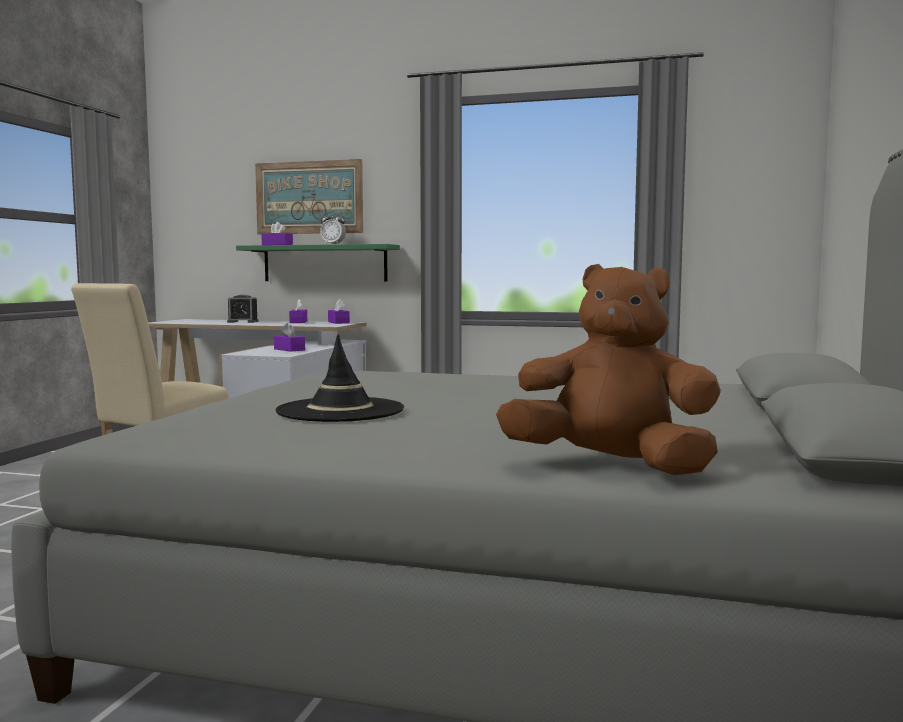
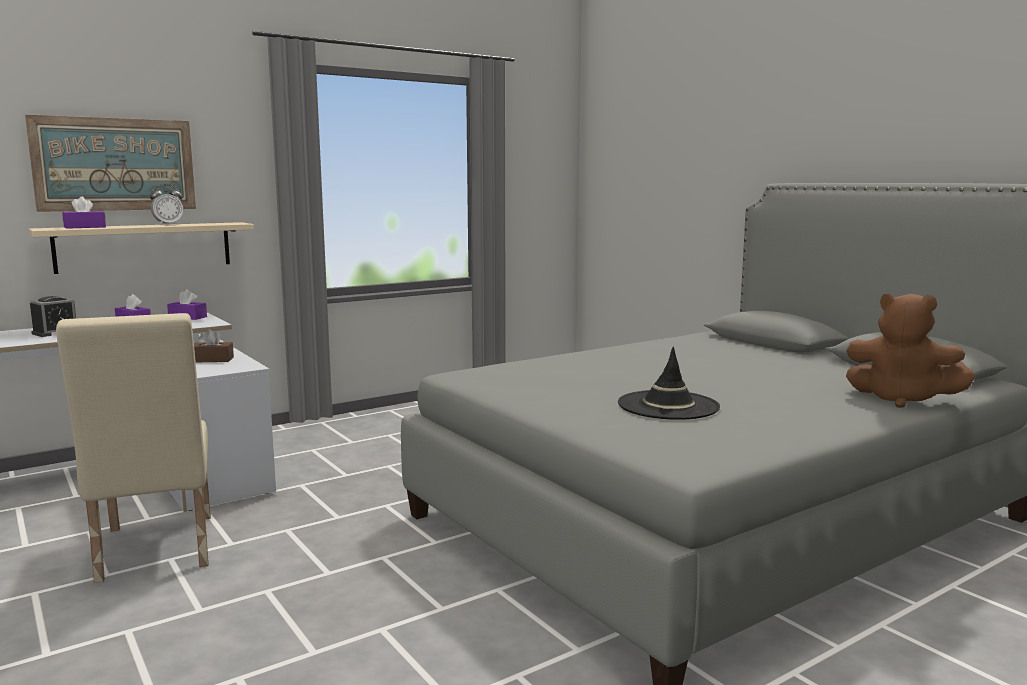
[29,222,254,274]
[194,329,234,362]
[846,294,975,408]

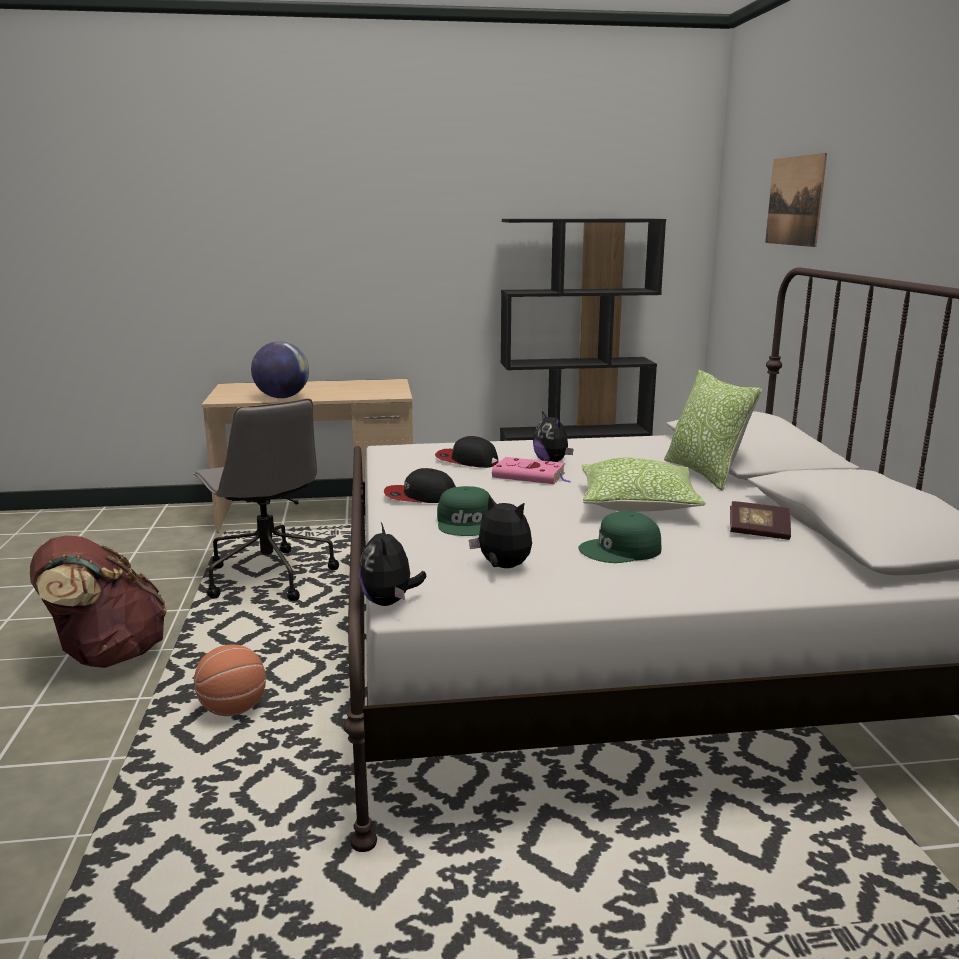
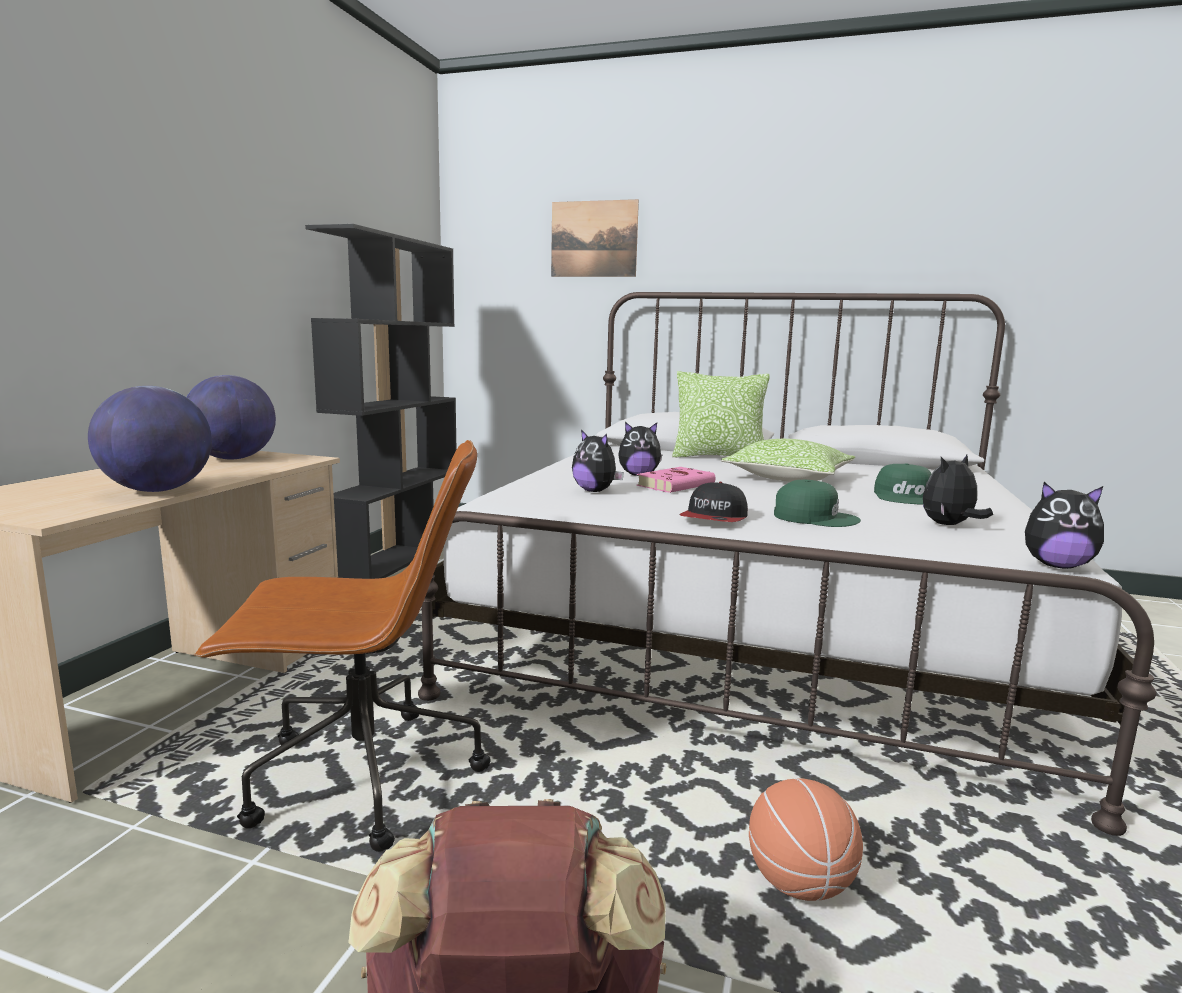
[187,375,276,460]
[194,440,490,852]
[572,430,624,492]
[730,501,791,540] (first image)

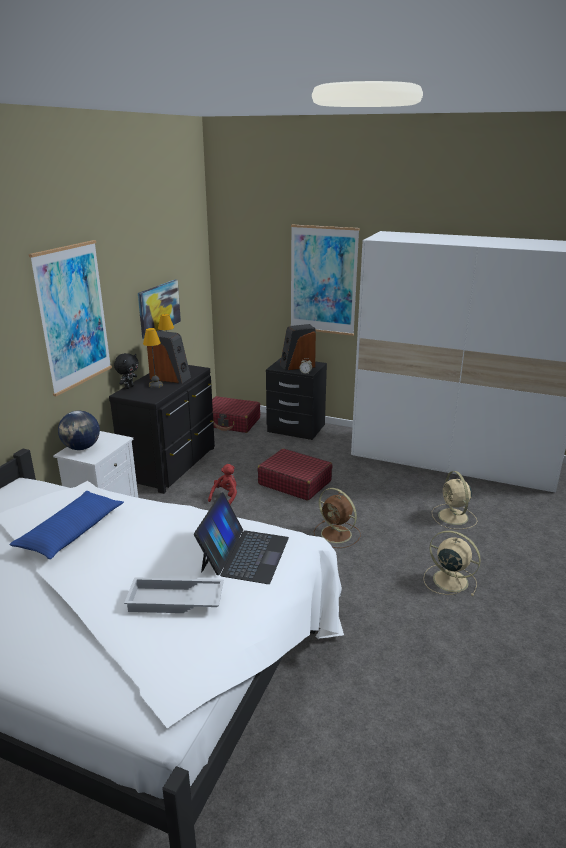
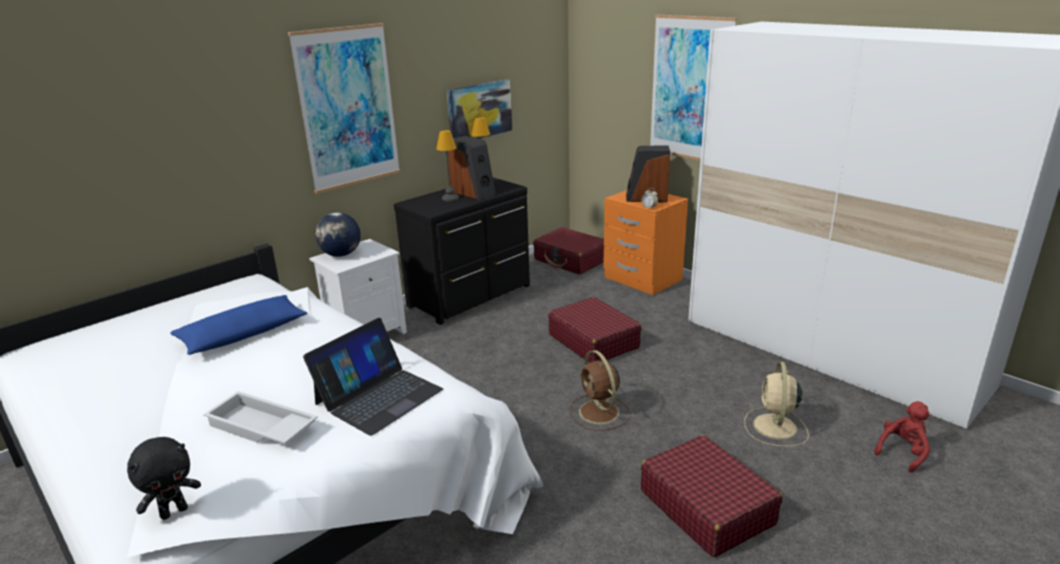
[127,437,201,520]
[603,190,688,295]
[641,435,783,557]
[874,401,930,473]

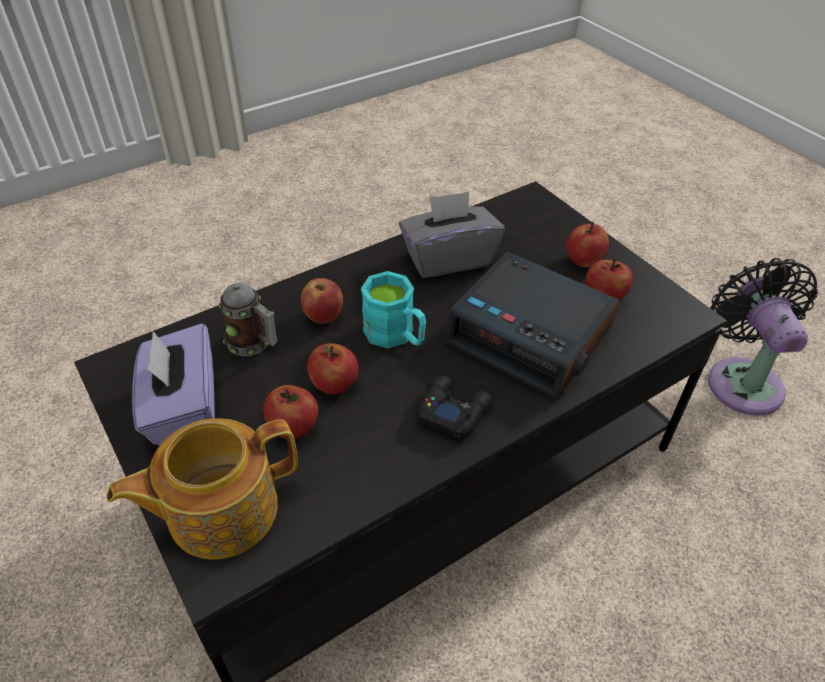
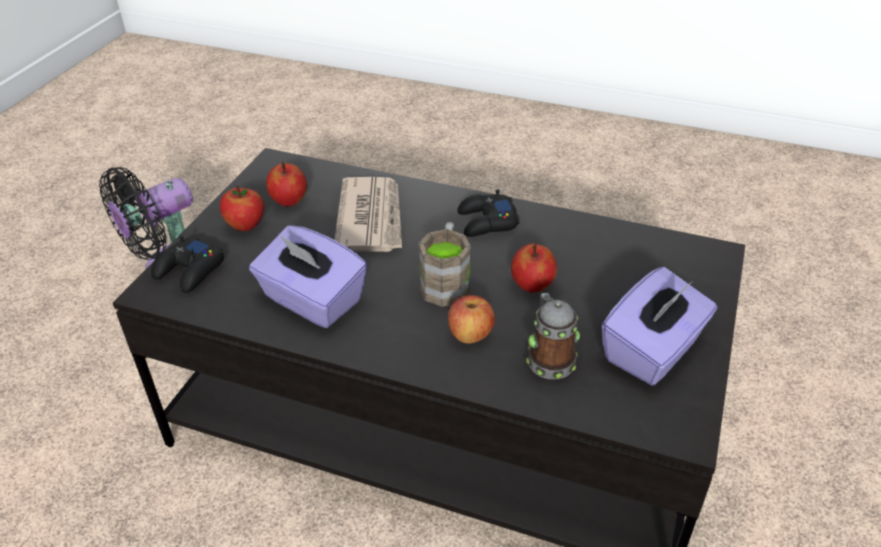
[151,236,224,293]
[249,225,367,328]
[335,177,402,252]
[418,222,471,307]
[107,418,298,560] (first image)
[263,385,319,439] (first image)

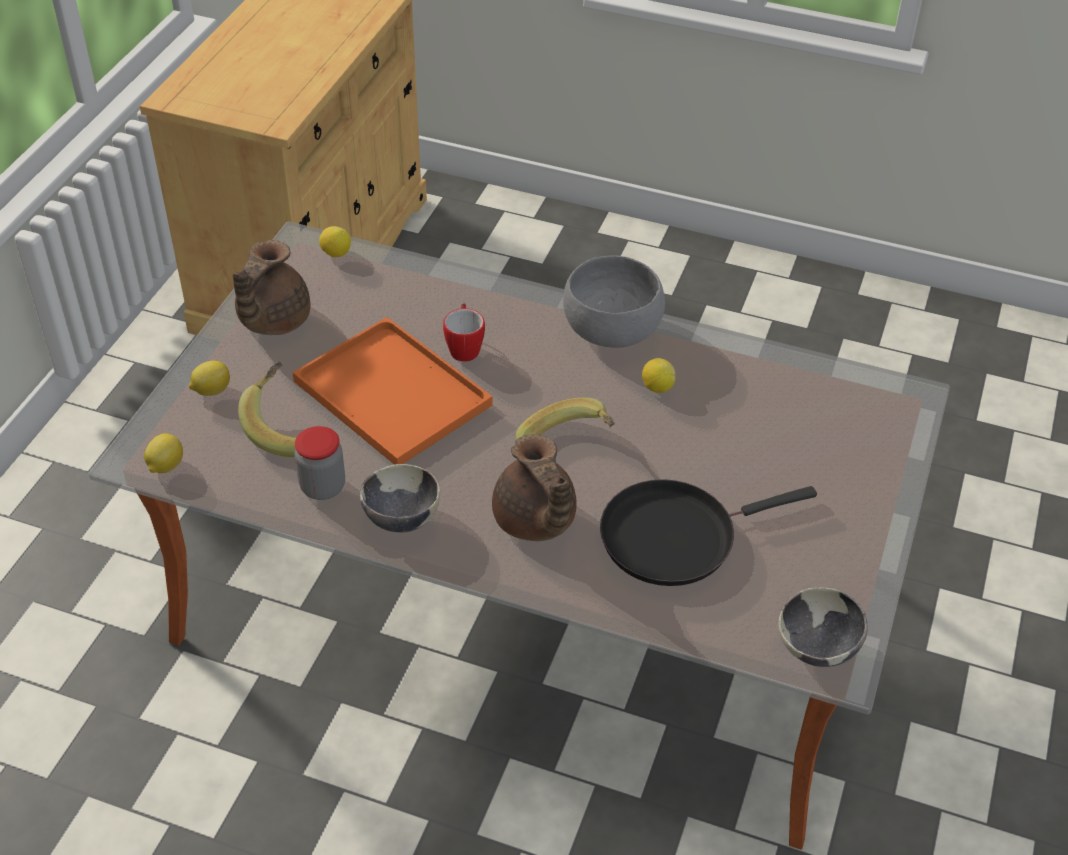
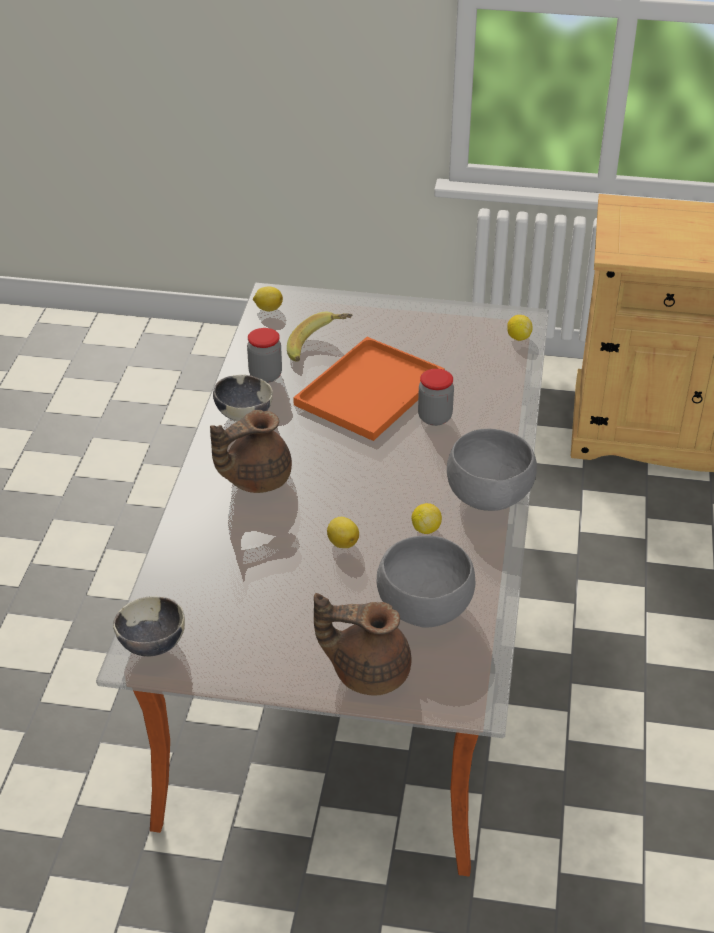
[314,593,411,696]
[327,517,359,548]
[377,535,475,628]
[418,369,454,426]
[516,397,615,439] (first image)
[600,479,817,586] (first image)

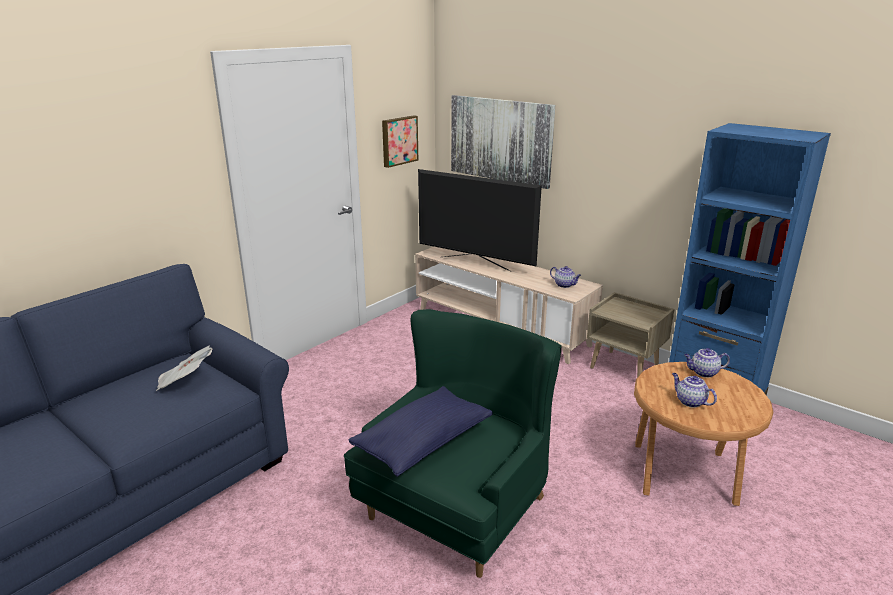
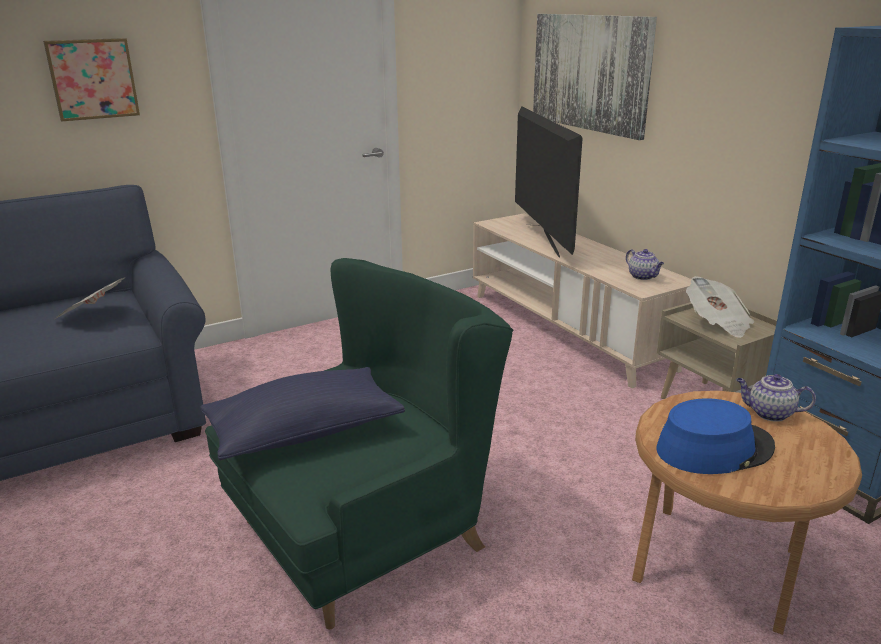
[43,38,140,122]
[515,107,583,258]
[656,398,775,474]
[686,276,755,338]

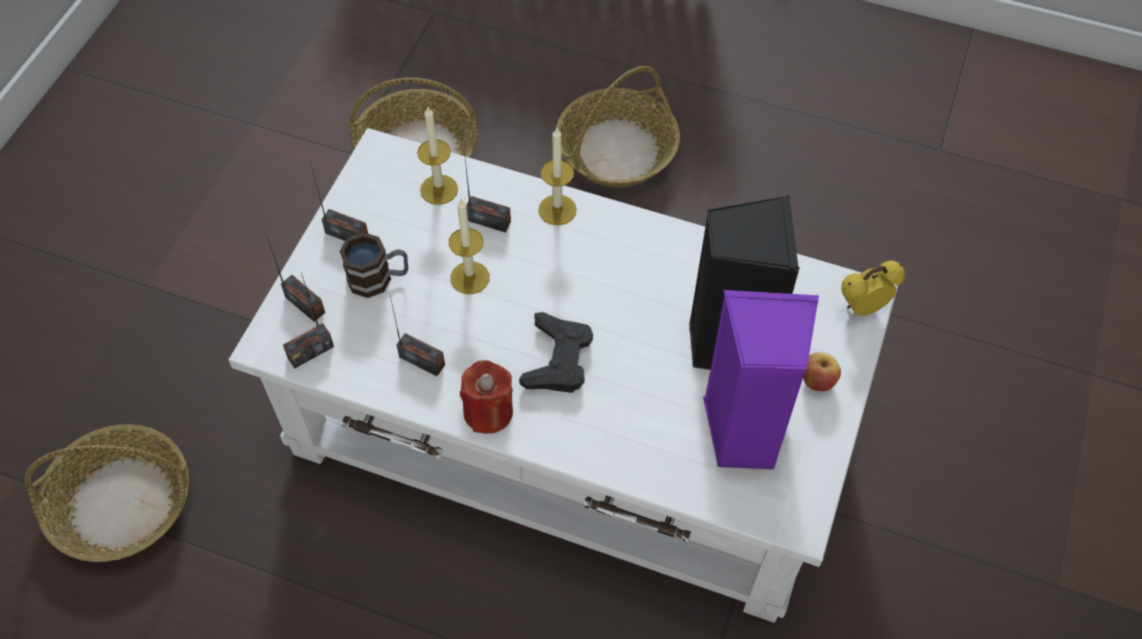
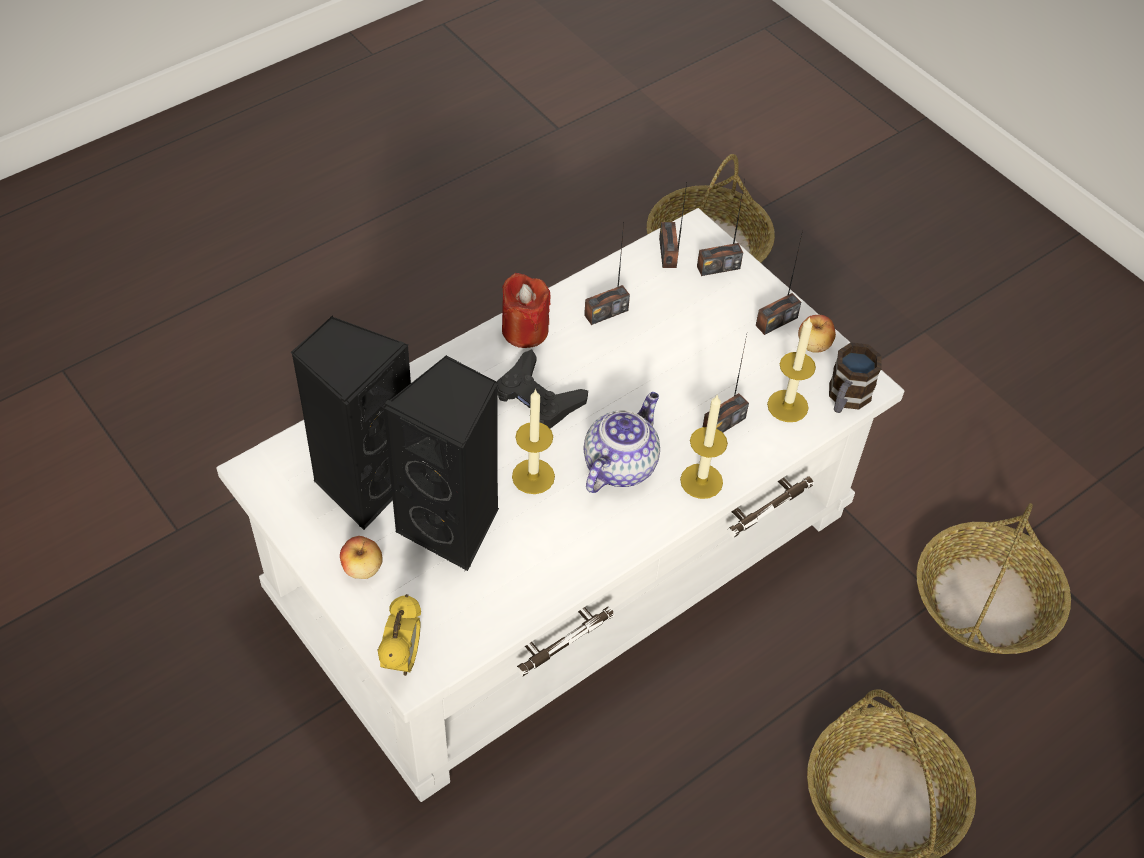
[290,315,411,530]
[512,389,555,494]
[583,392,660,493]
[798,315,836,353]
[829,342,881,413]

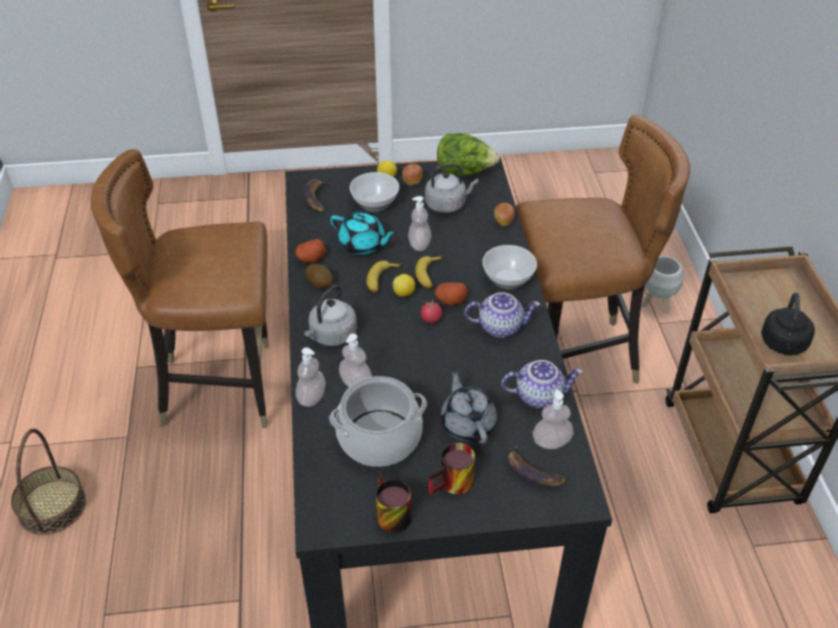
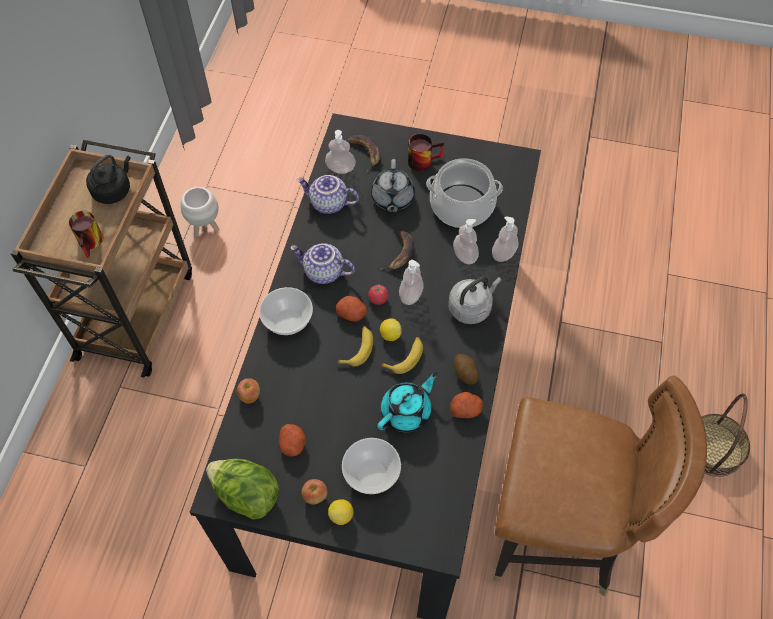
[69,211,103,258]
[180,187,220,237]
[279,424,306,457]
[377,372,438,432]
[380,231,414,270]
[399,260,424,305]
[516,114,690,384] (first image)

